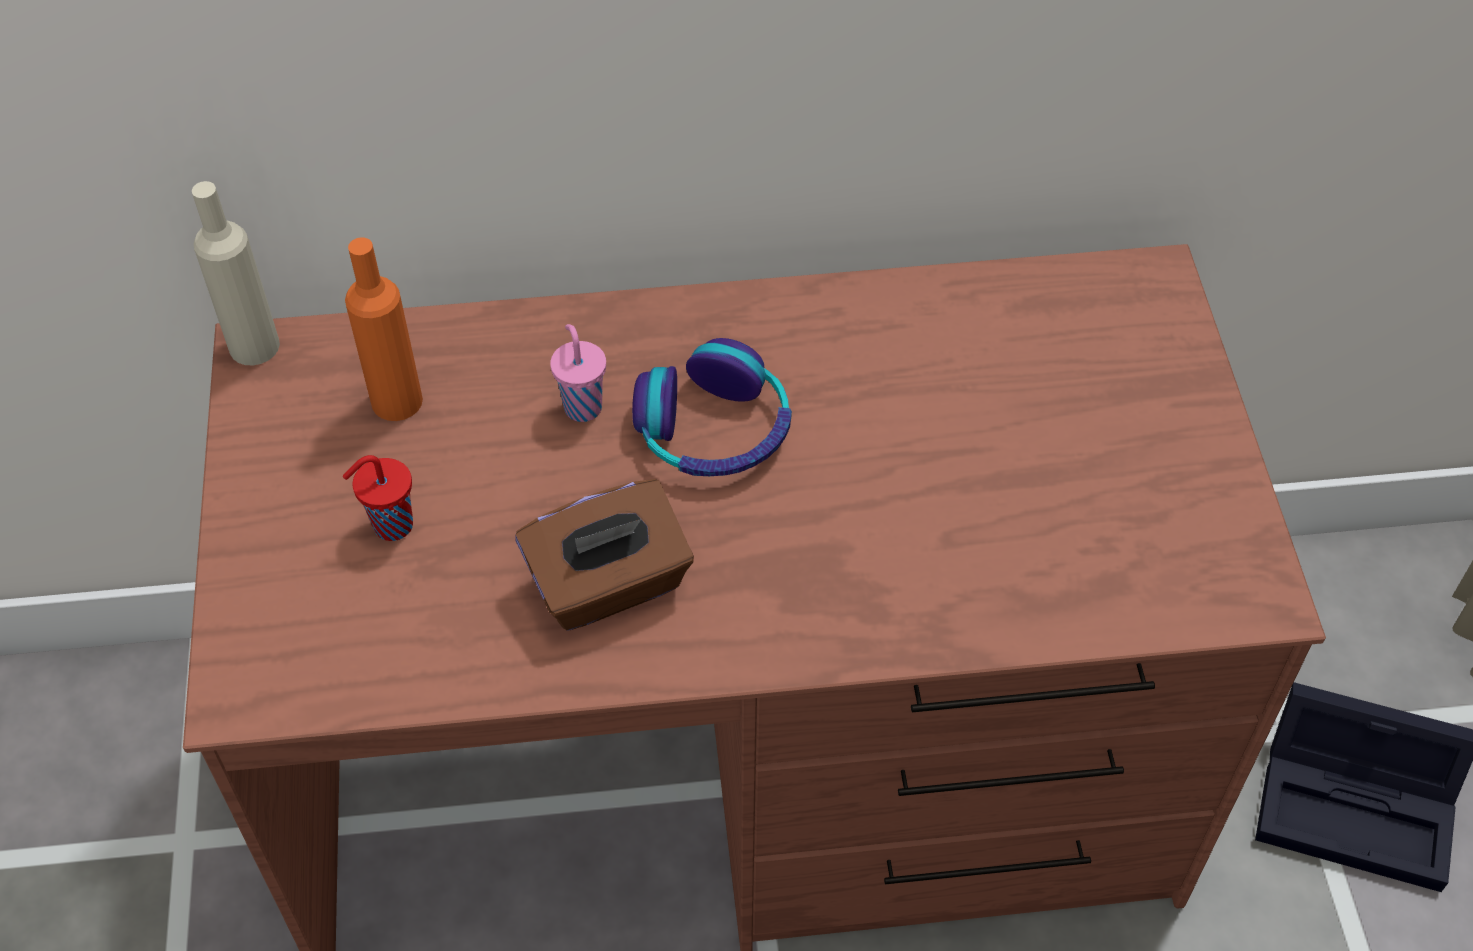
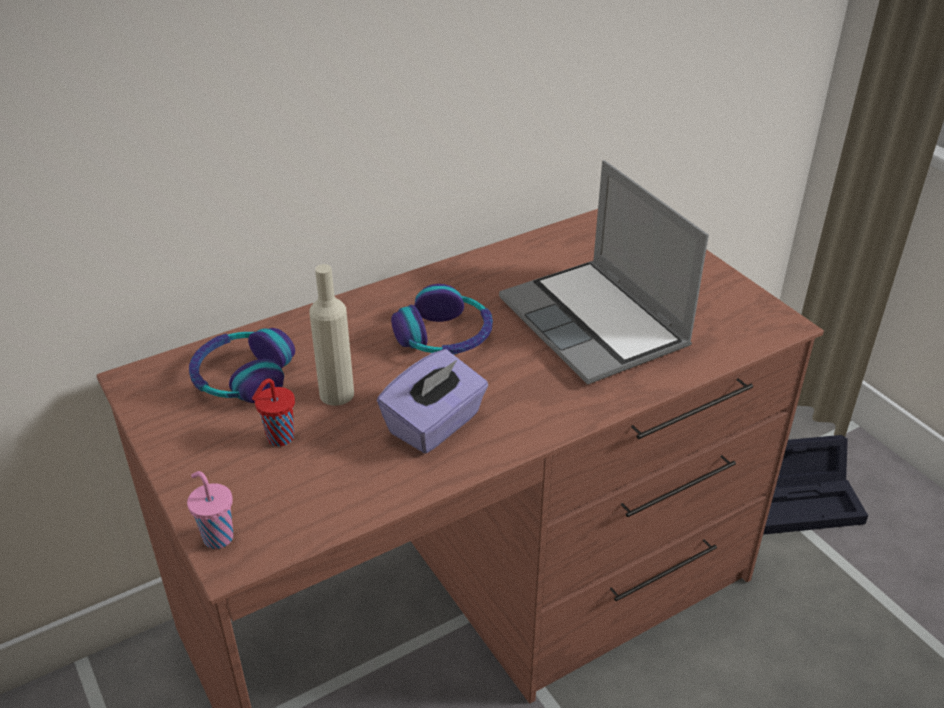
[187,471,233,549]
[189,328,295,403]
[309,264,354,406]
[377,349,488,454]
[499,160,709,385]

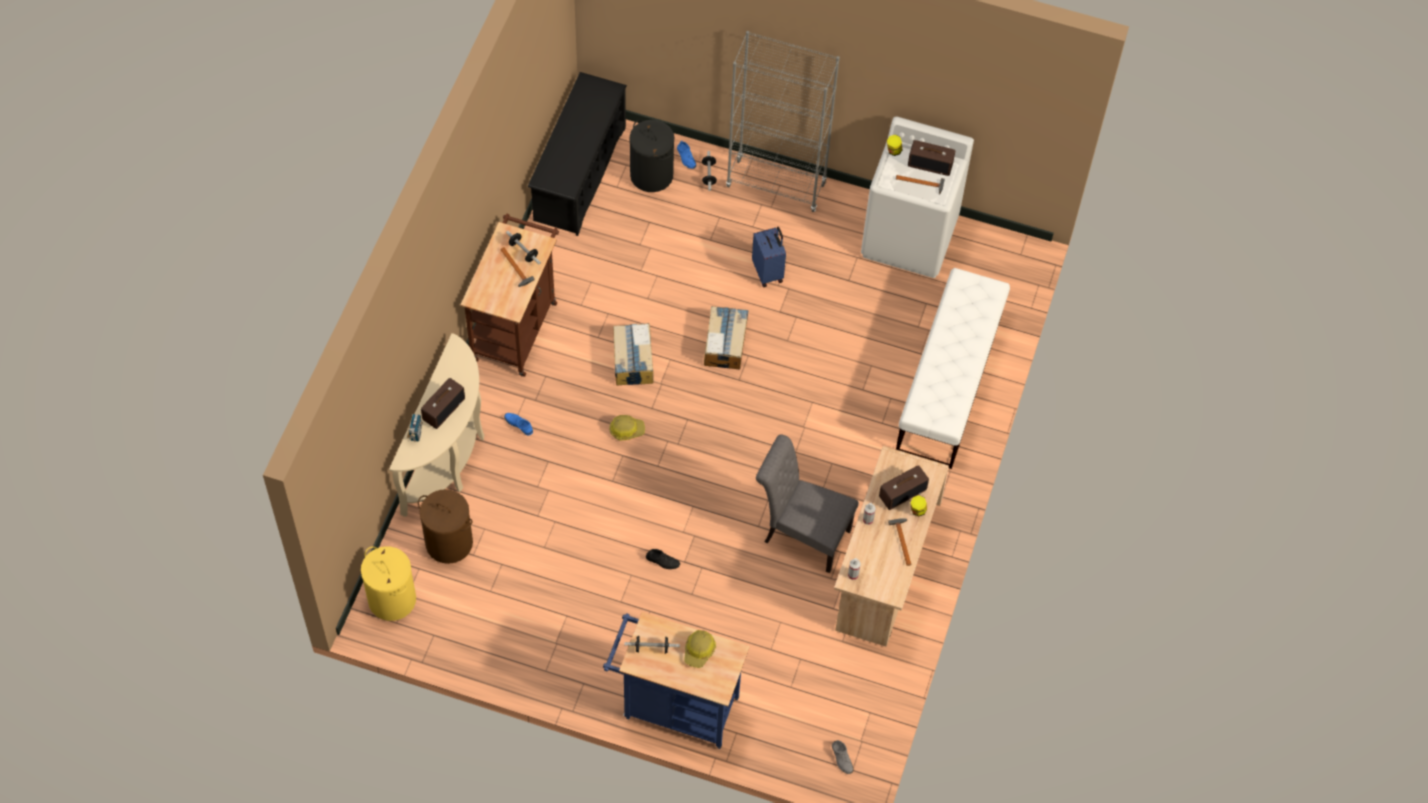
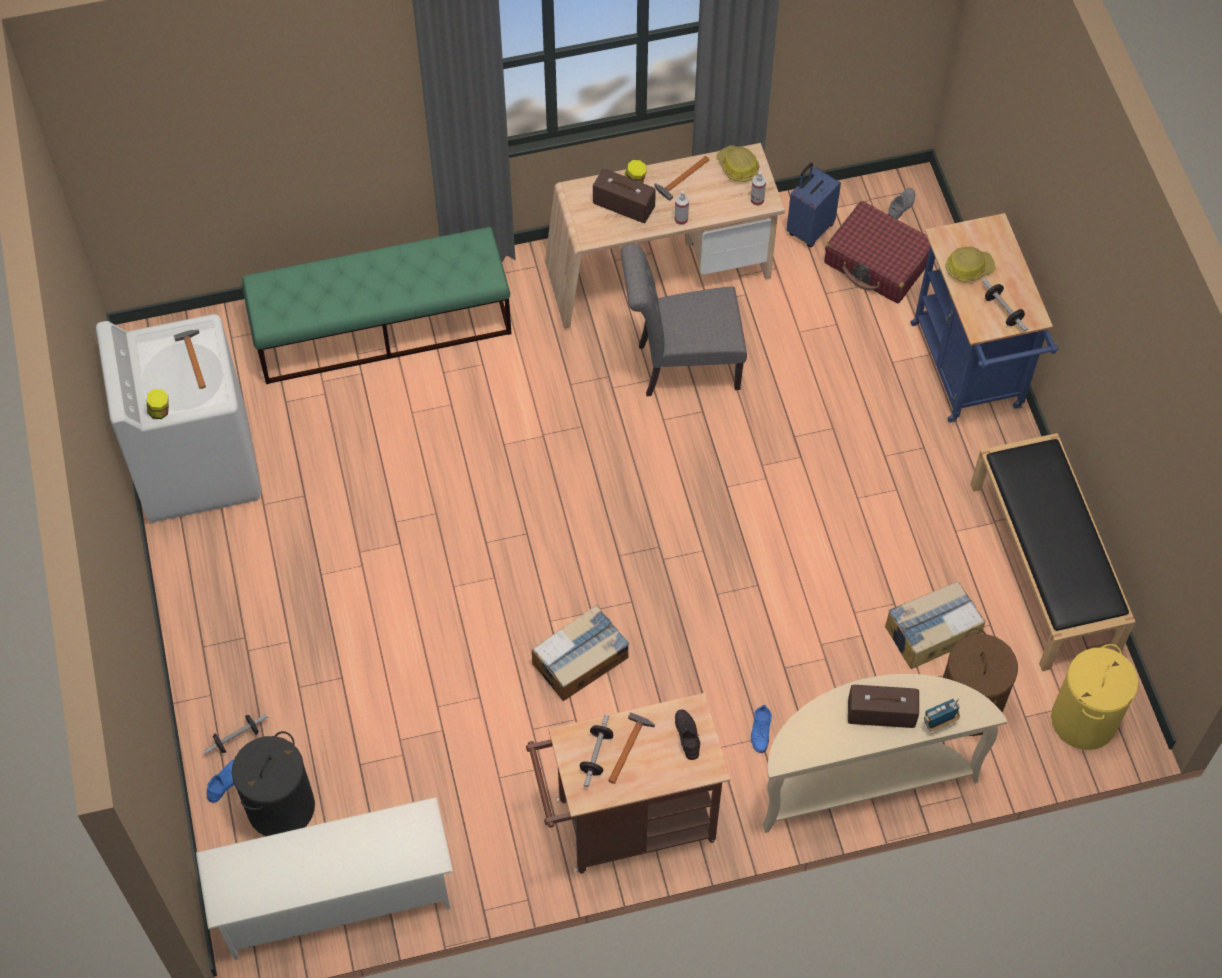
[196,797,453,960]
[242,227,512,384]
[621,244,747,397]
[675,709,701,760]
[716,145,759,182]
[786,163,841,247]
[824,201,930,303]
[885,581,985,669]
[970,433,1135,671]
[726,31,840,212] (first image)
[908,140,955,176] (first image)

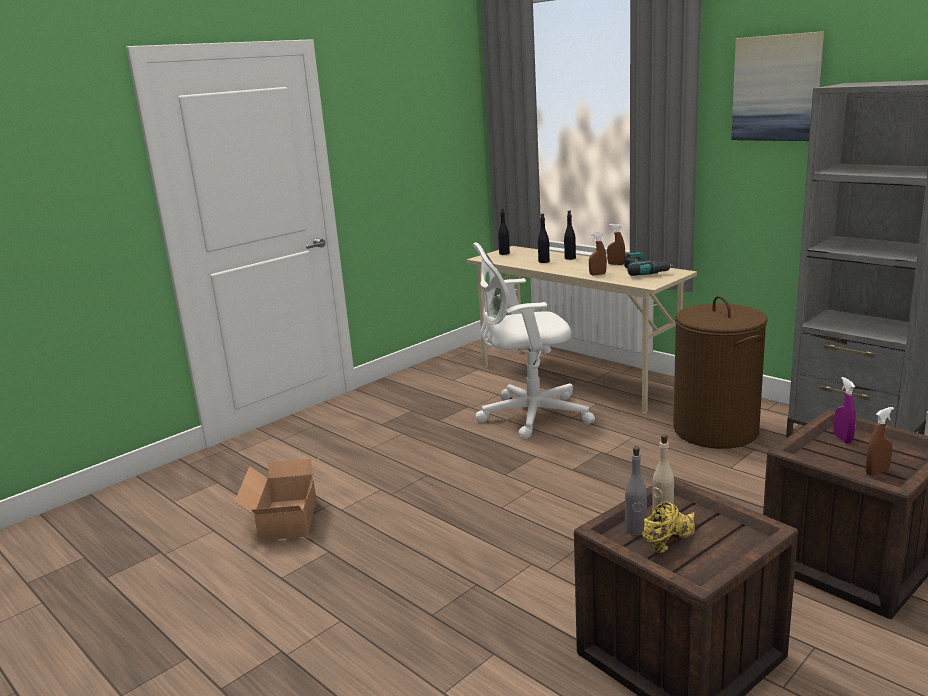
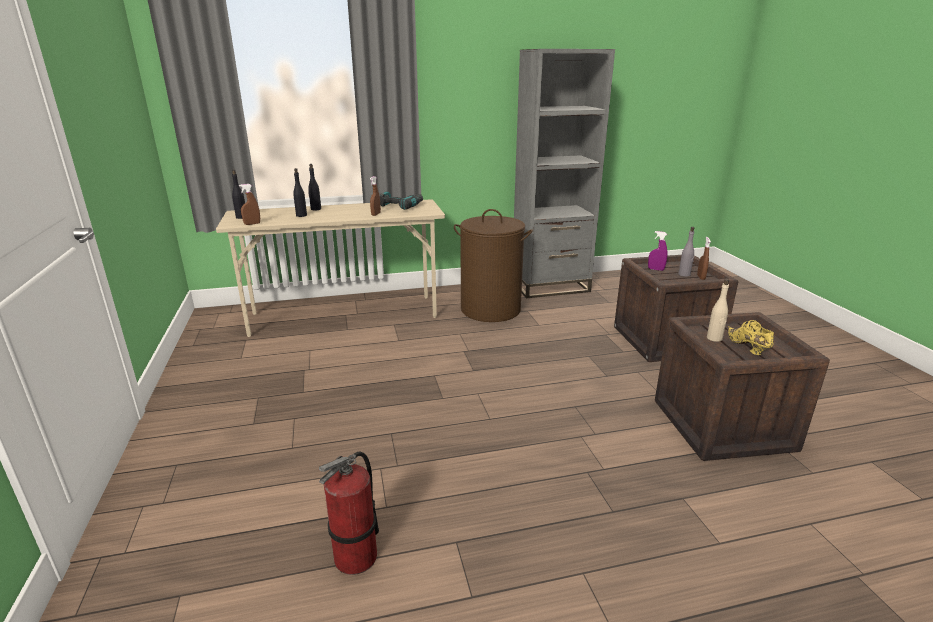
[239,184,260,225]
[319,452,379,575]
[678,227,694,277]
[473,242,595,439] (first image)
[731,31,824,141] (first image)

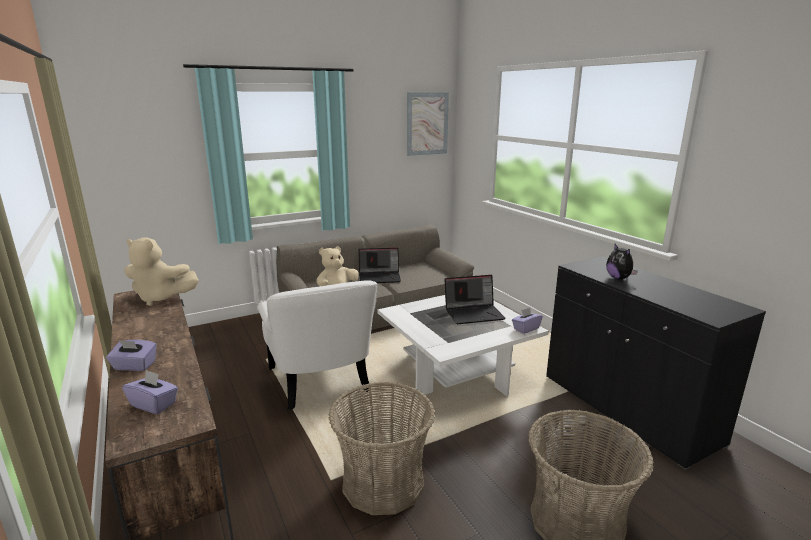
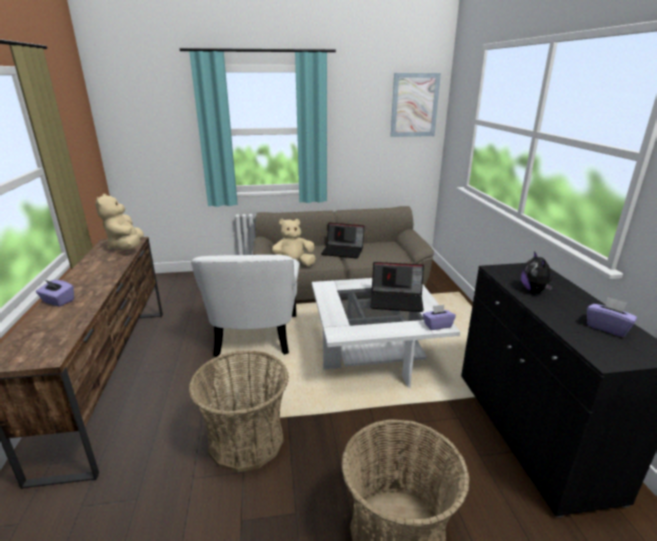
[95,194,144,250]
[587,297,637,337]

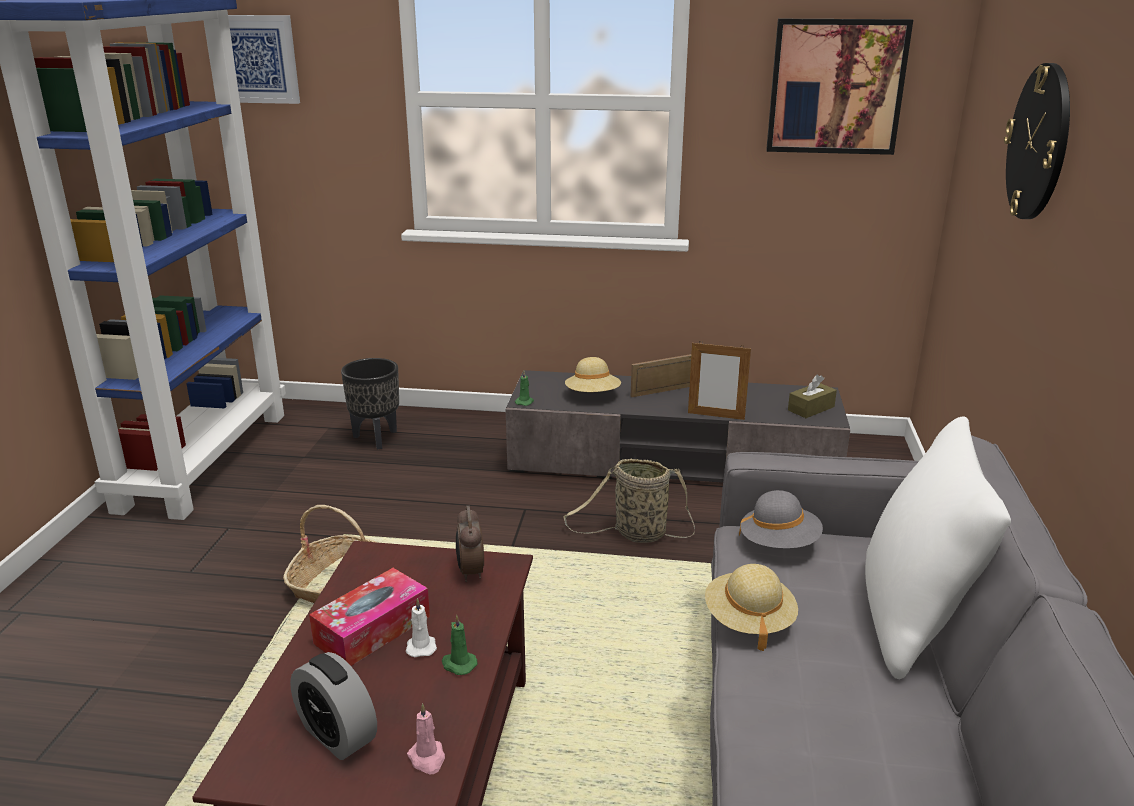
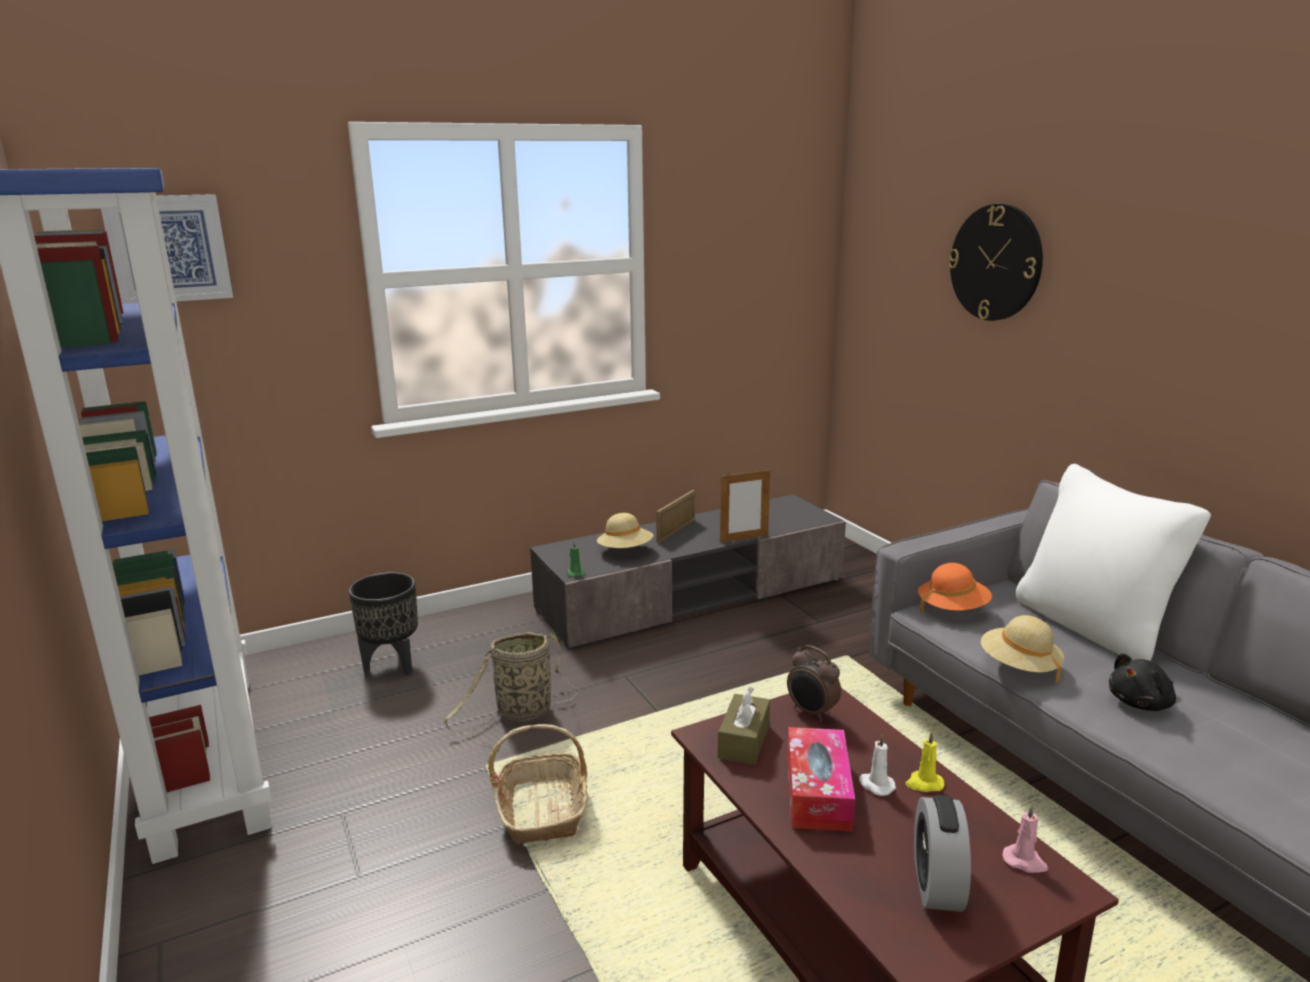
[443,632,577,734]
[718,687,770,765]
[906,731,944,792]
[914,795,971,912]
[918,563,992,614]
[1109,653,1176,711]
[766,19,913,155] (first image)

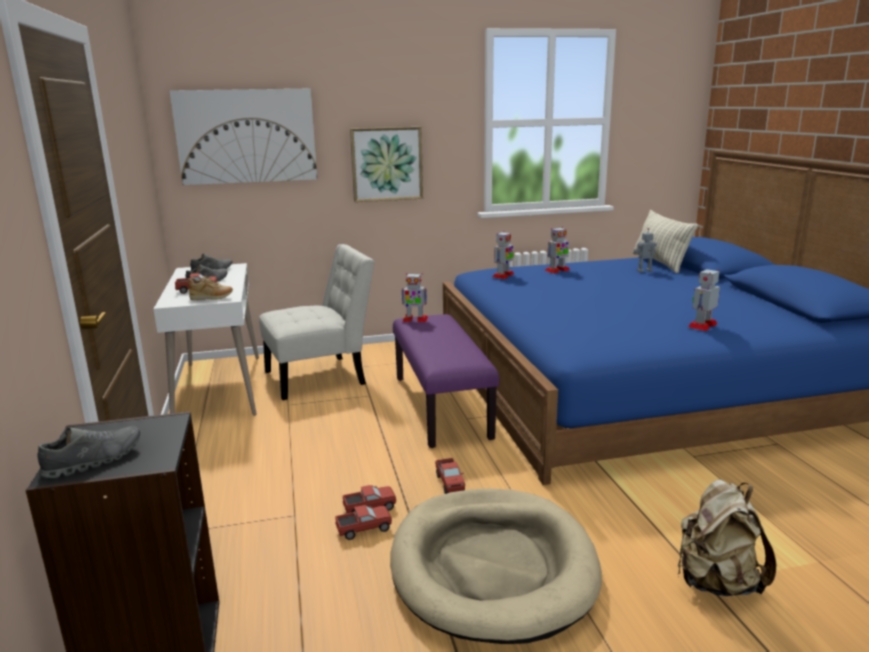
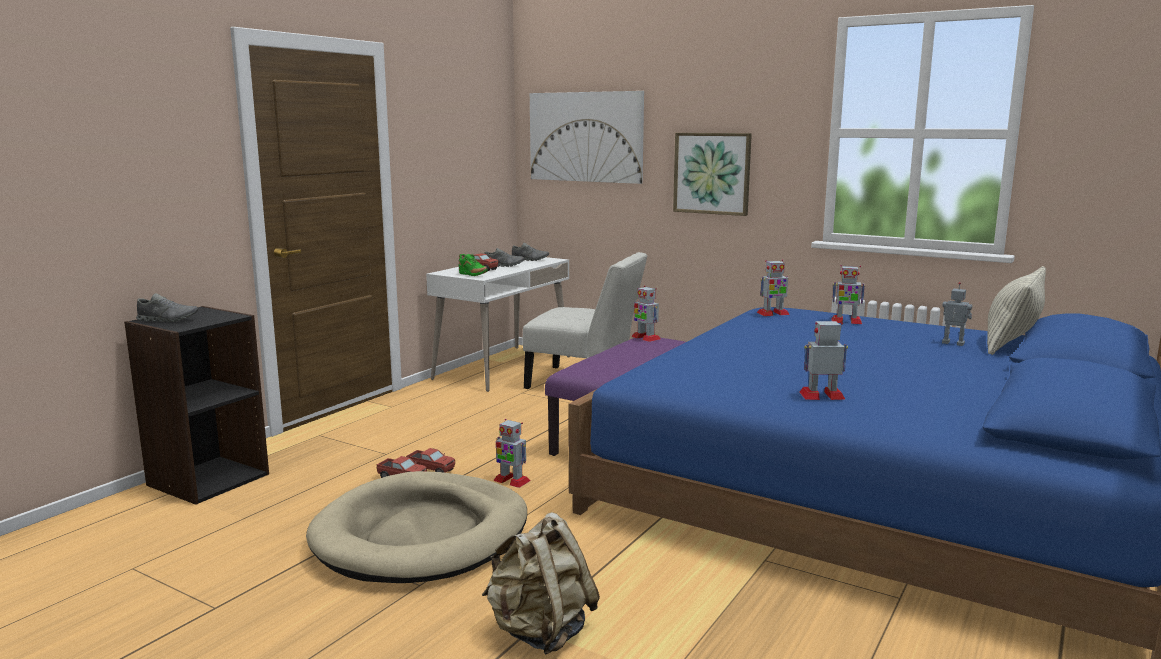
[459,254,488,276]
[493,419,530,488]

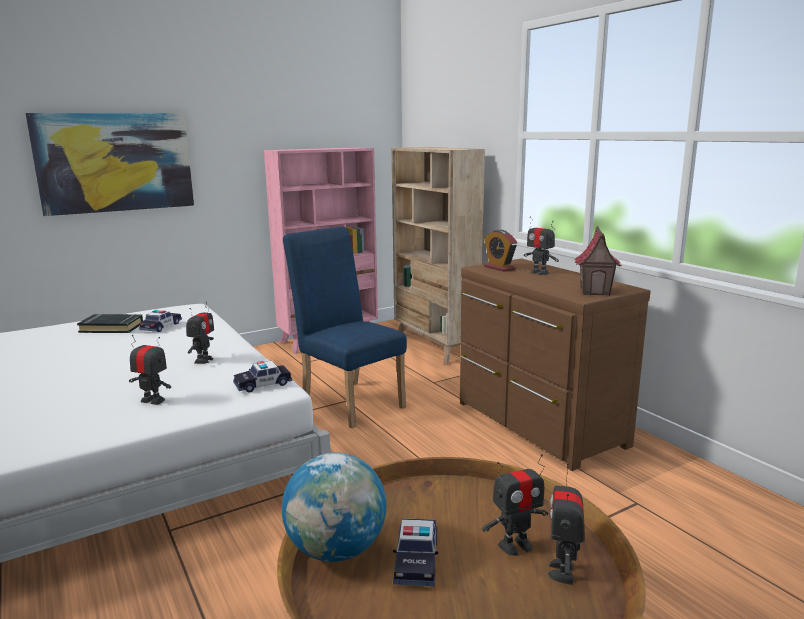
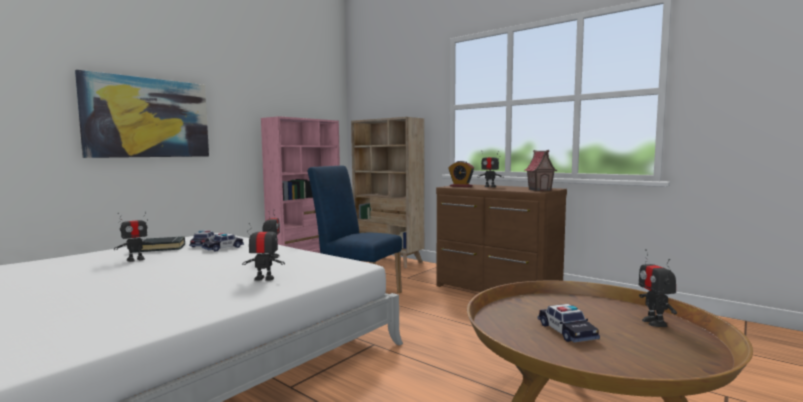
[114,212,155,262]
[202,233,244,252]
[282,453,387,562] (first image)

